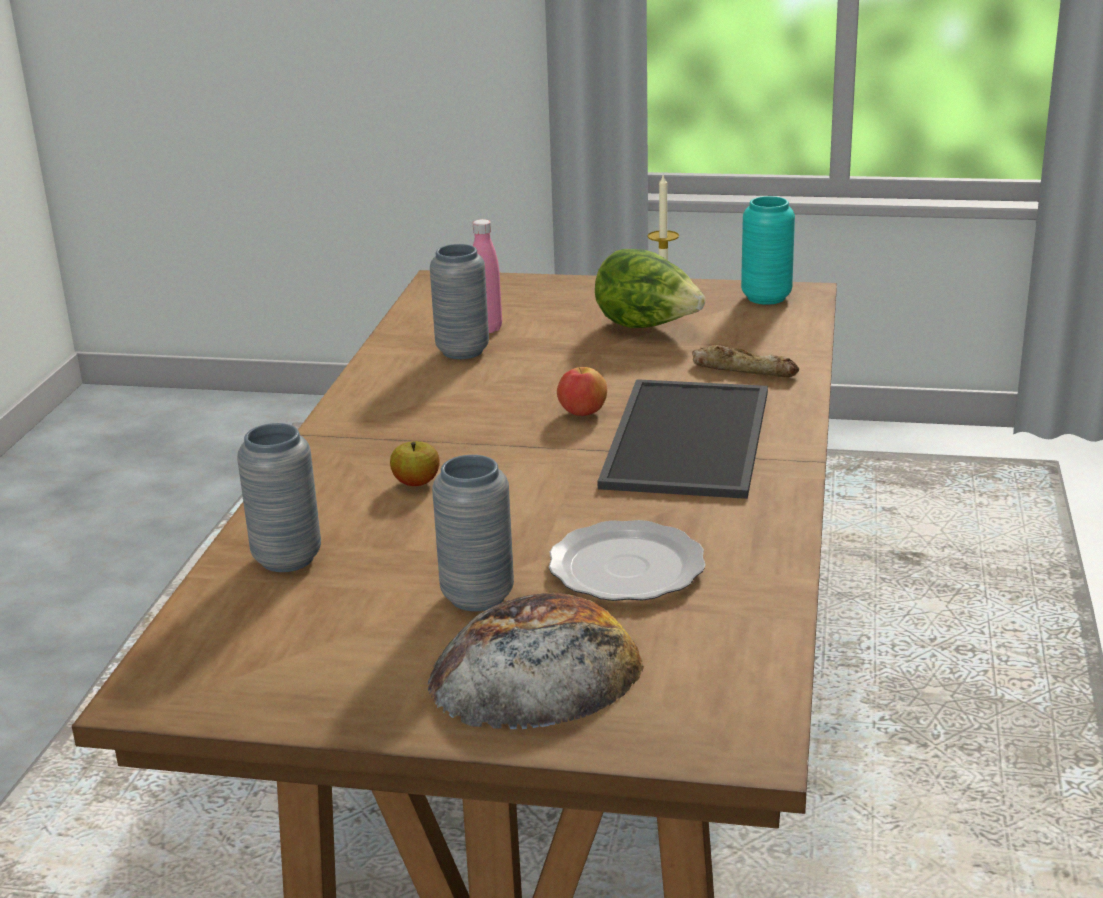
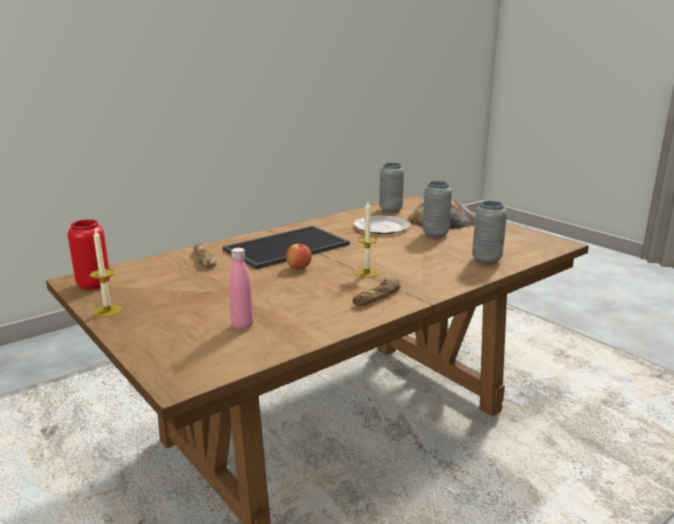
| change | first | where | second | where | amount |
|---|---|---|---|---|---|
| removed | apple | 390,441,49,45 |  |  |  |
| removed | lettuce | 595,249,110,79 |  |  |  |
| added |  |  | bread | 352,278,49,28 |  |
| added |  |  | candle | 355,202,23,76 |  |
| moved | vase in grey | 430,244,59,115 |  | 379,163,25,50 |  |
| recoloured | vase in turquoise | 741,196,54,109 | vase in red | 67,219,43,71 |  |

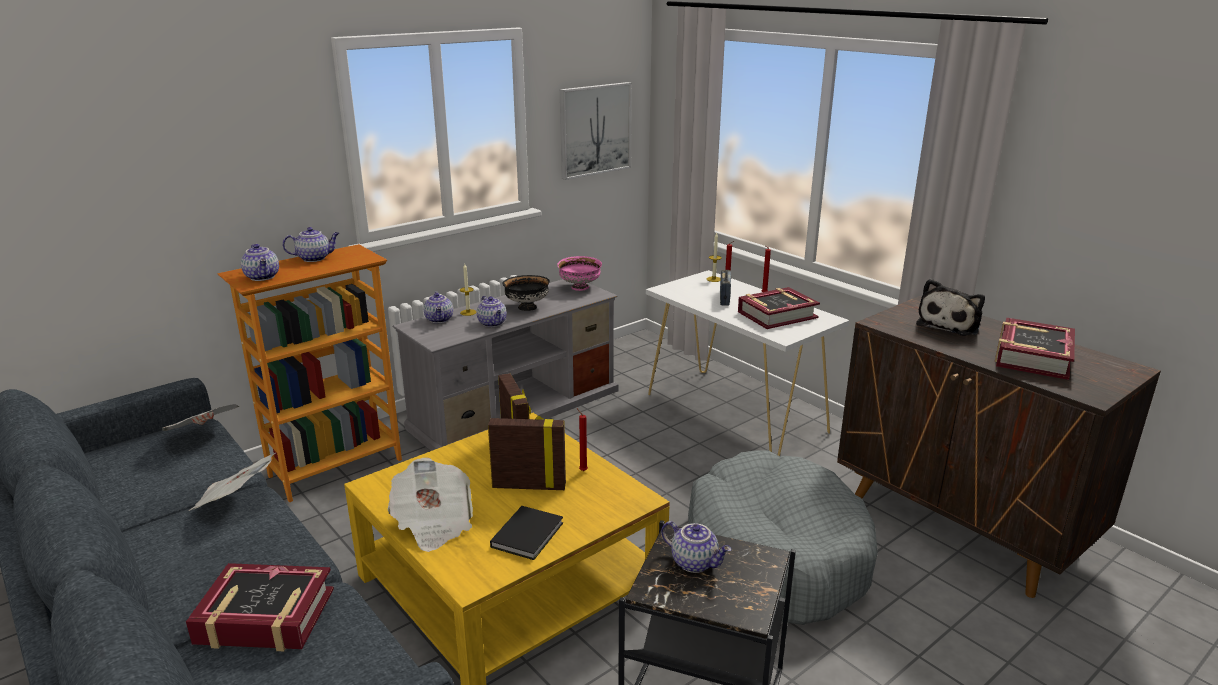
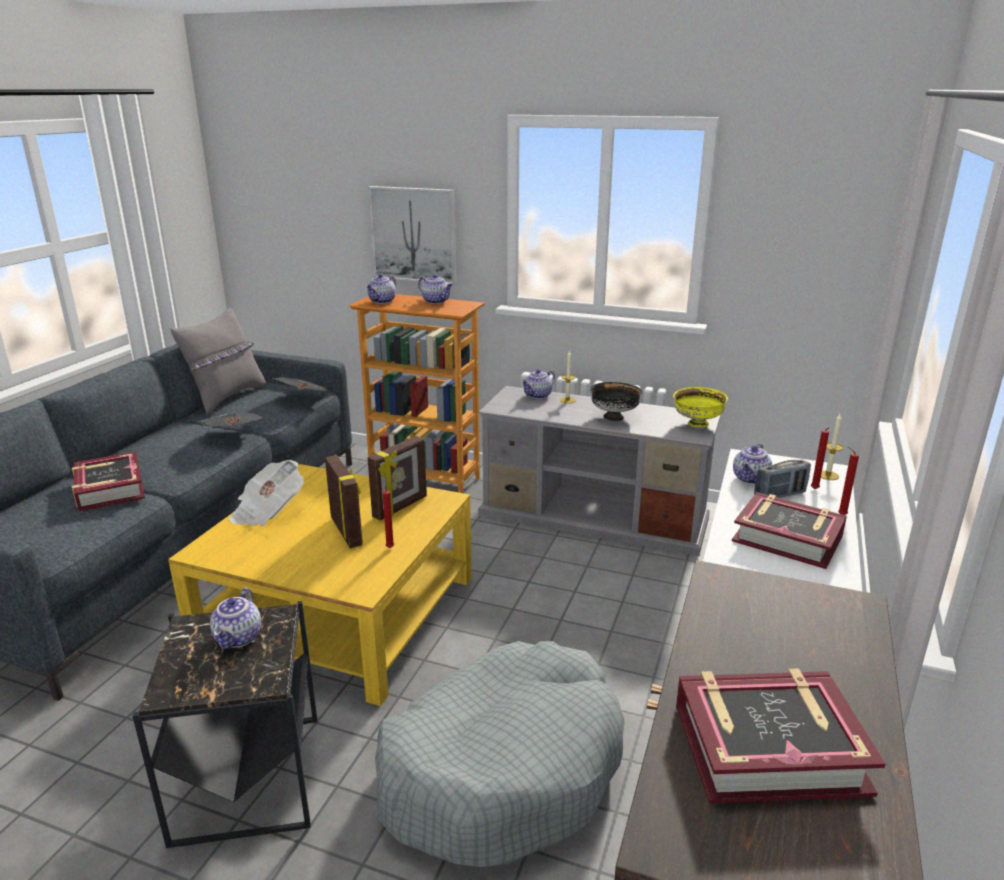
| change | first | where | second | where | amount |
|---|---|---|---|---|---|
| removed | book in black | 490,506,73,54 |  |  |  |
| removed | plush toy | 916,279,69,57 |  |  |  |
| added |  |  | pillow in grey | 170,308,96,106 |  |
| moved | teapot | 477,296,30,31 |  | 733,443,39,41 |  |
| moved | picture | 560,82,72,98 |  | 368,186,89,99 |  |
| recoloured | bowl in pink | 557,256,45,35 | bowl in yellow | 673,387,55,40 |  |

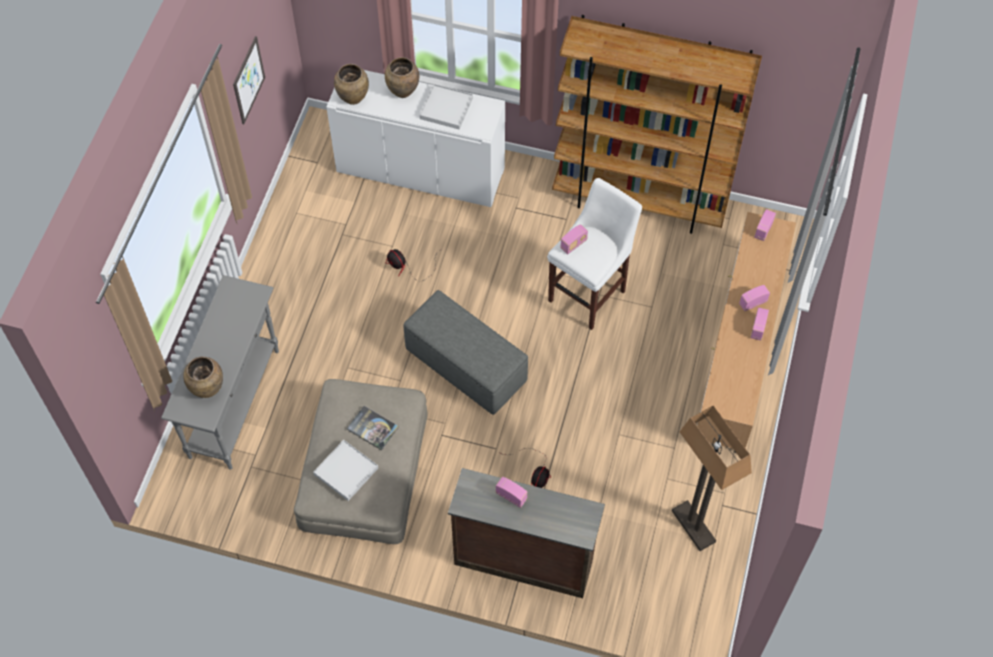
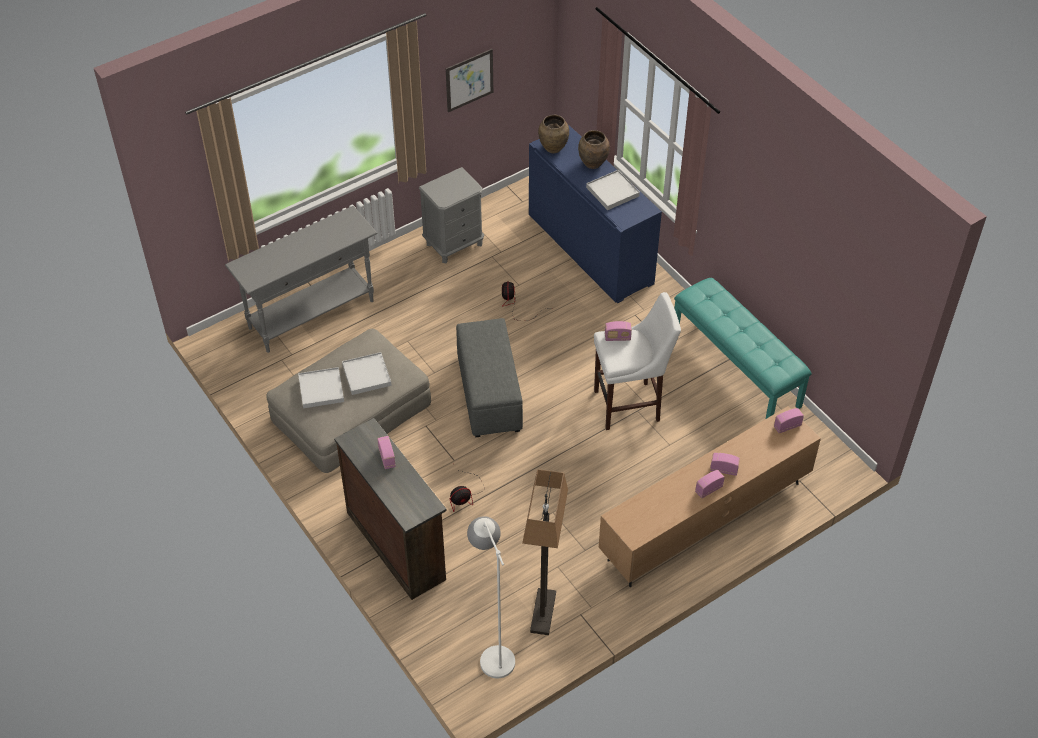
| change | first | where | second | where | amount |
|---|---|---|---|---|---|
| removed | vase in brown | 183,357,40,41 |  |  |  |
| added |  |  | nightstand in grey | 419,167,65,97 |  |
| added |  |  | floor lamp in white | 467,516,48,162 |  |
| replaced | book | 347,406,52,44 | tray in white | 342,352,50,43 |  |
| replaced | bookcase in brown | 552,15,210,219 | bench in turquoise | 674,278,138,141 |  |
| recoloured | cabinet in white | 326,70,179,137 | cabinet in blue | 529,125,133,178 |  |

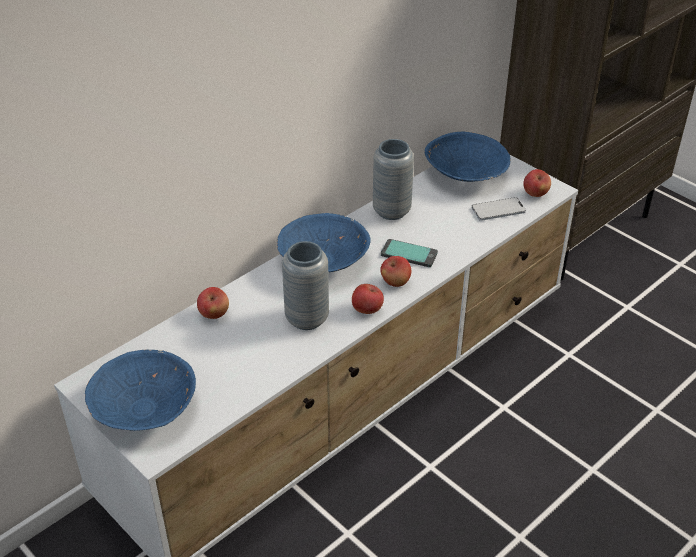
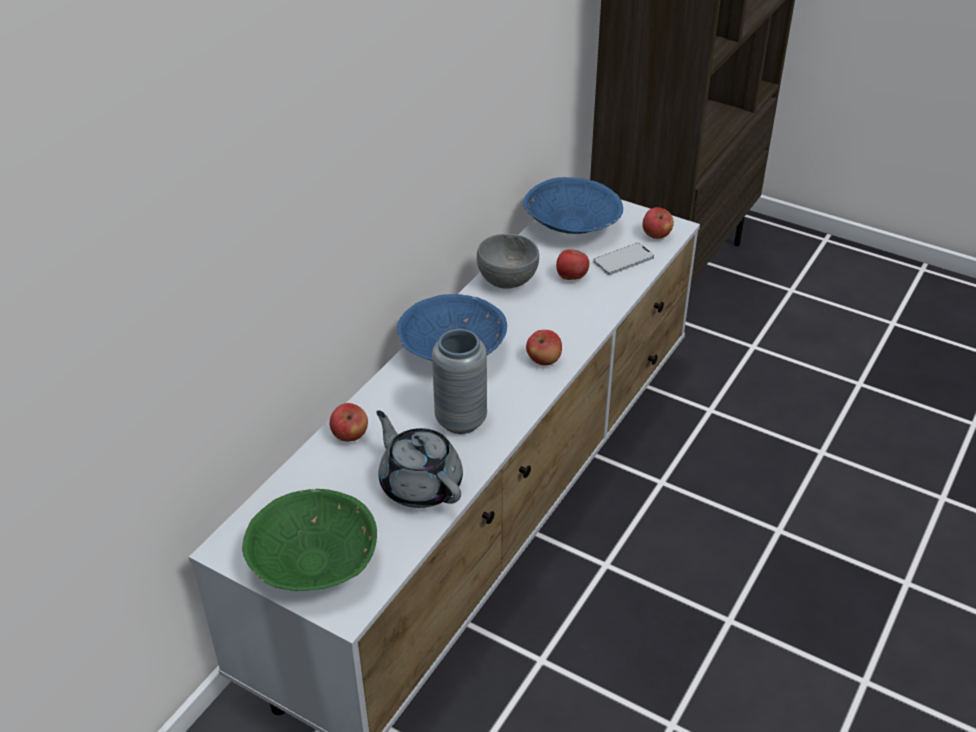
| change | first | where | second | where | amount |
|---|---|---|---|---|---|
| removed | phone | 381,239,57,28 |  |  |  |
| added |  |  | teapot in grey | 377,410,86,98 |  |
| moved | apple | 352,284,32,30 |  | 556,249,33,31 |  |
| replaced | vase in grey | 373,139,41,81 | bowl in grey | 477,234,62,55 |  |
| recoloured | bowl in blue | 85,350,111,81 | bowl in green | 242,489,135,102 |  |

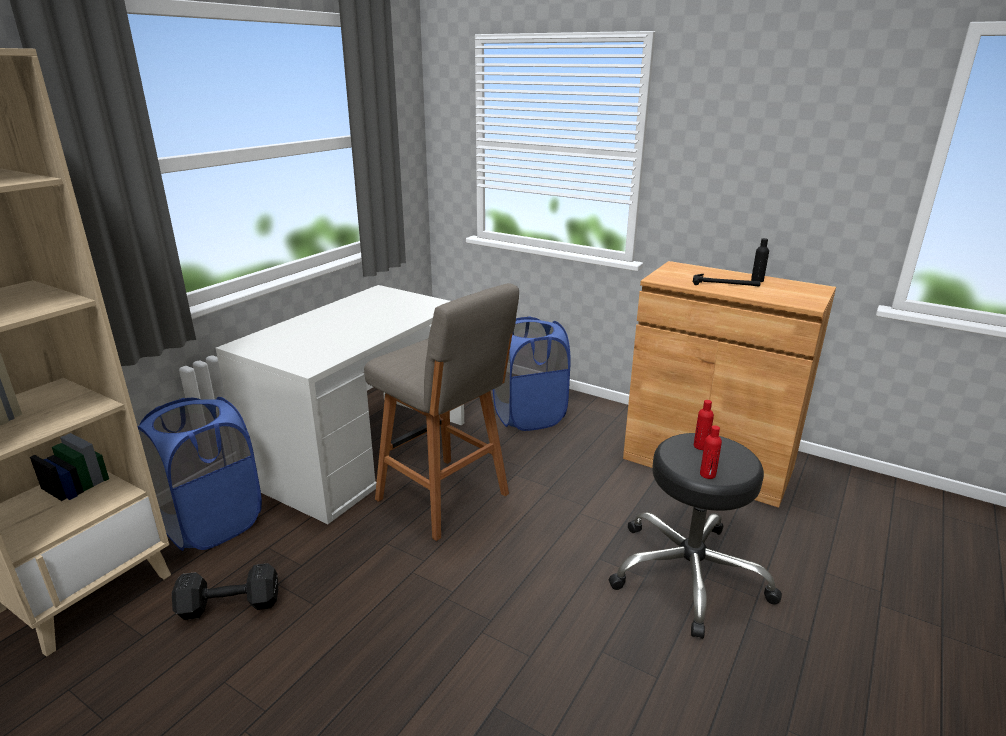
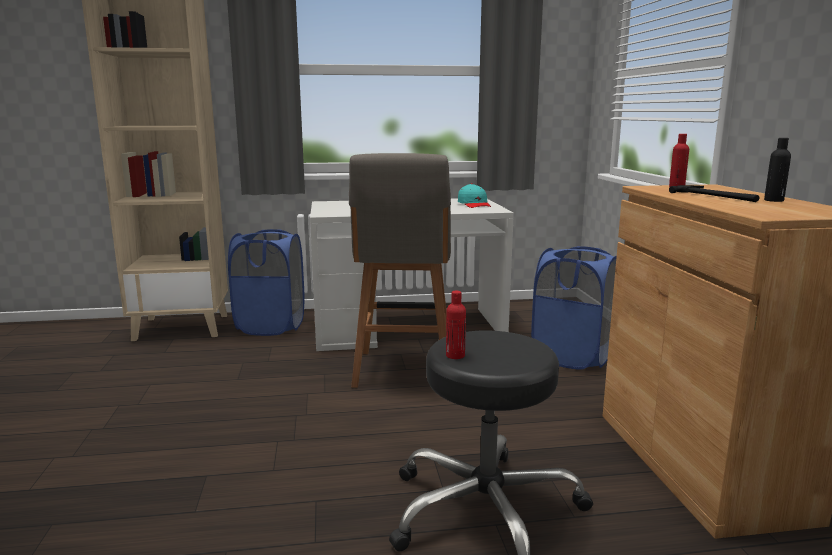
| change | first | where | second | where | amount |
|---|---|---|---|---|---|
| removed | dumbbell in black | 172,563,106,57 |  |  |  |
| added |  |  | cap in turquoise | 458,184,33,24 |  |
| moved | bottle in red | 694,400,20,50 |  | 669,134,20,53 |  |

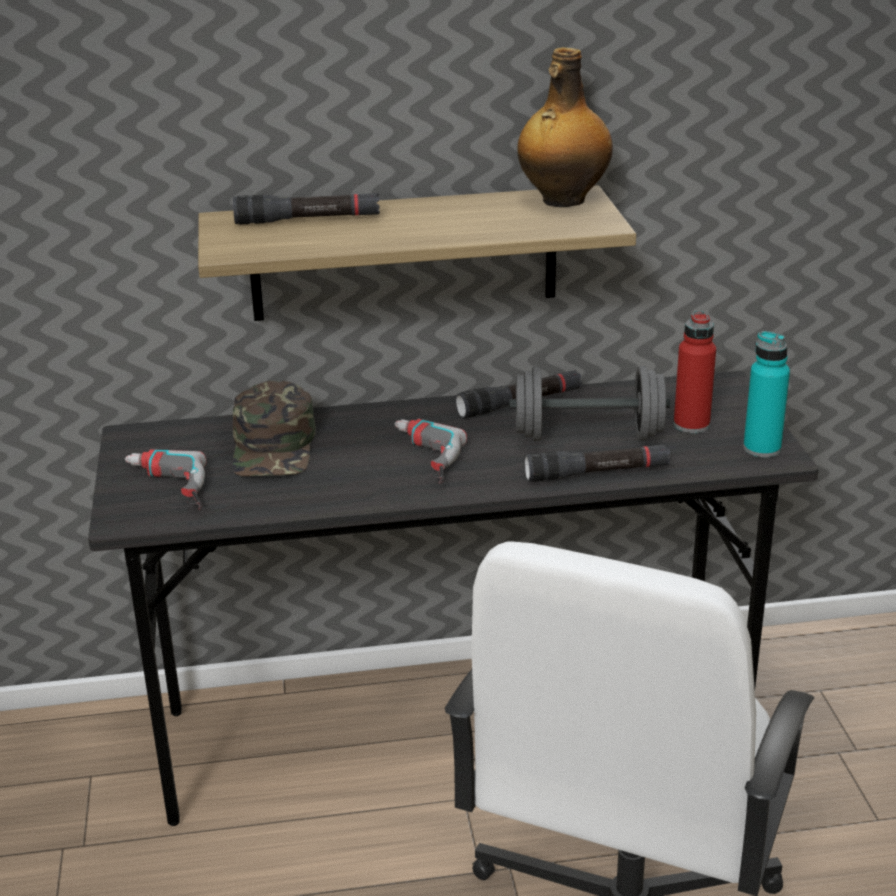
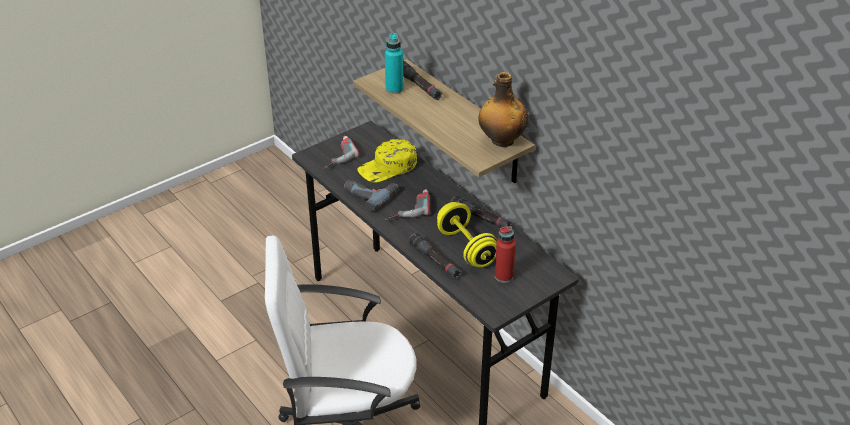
| change | first | where | second | where | amount |
|---|---|---|---|---|---|
| added |  |  | power drill | 344,180,54,31 |  |
| moved | bottle in turquoise | 743,331,47,126 |  | 385,33,18,61 |  |
| recoloured | cap in green | 232,381,84,95 | cap in yellow | 357,139,60,43 |  |
| recoloured | dumbbell in grey | 509,366,161,75 | dumbbell in yellow | 437,202,60,65 |  |

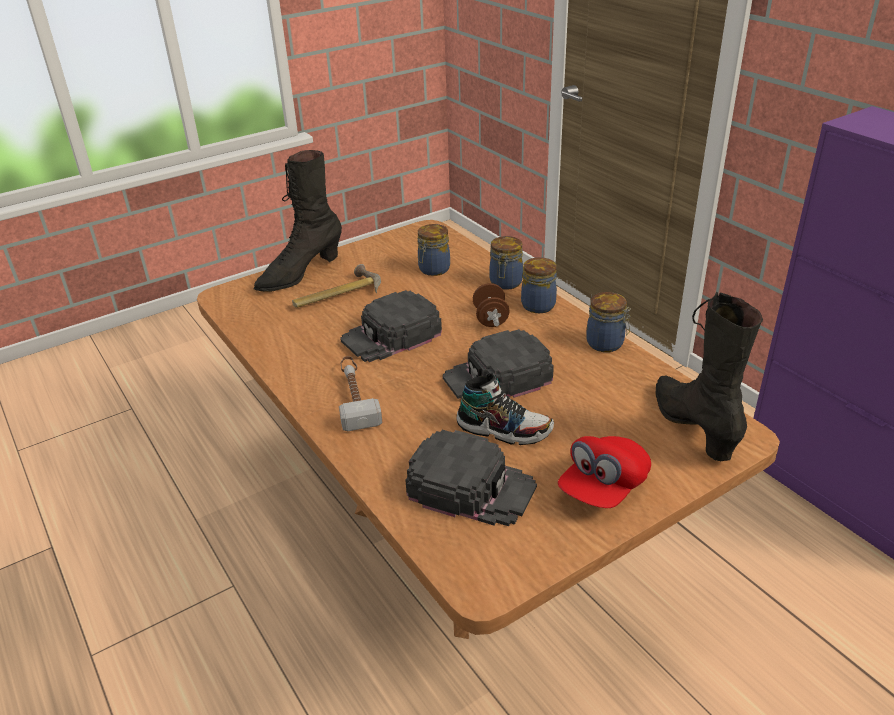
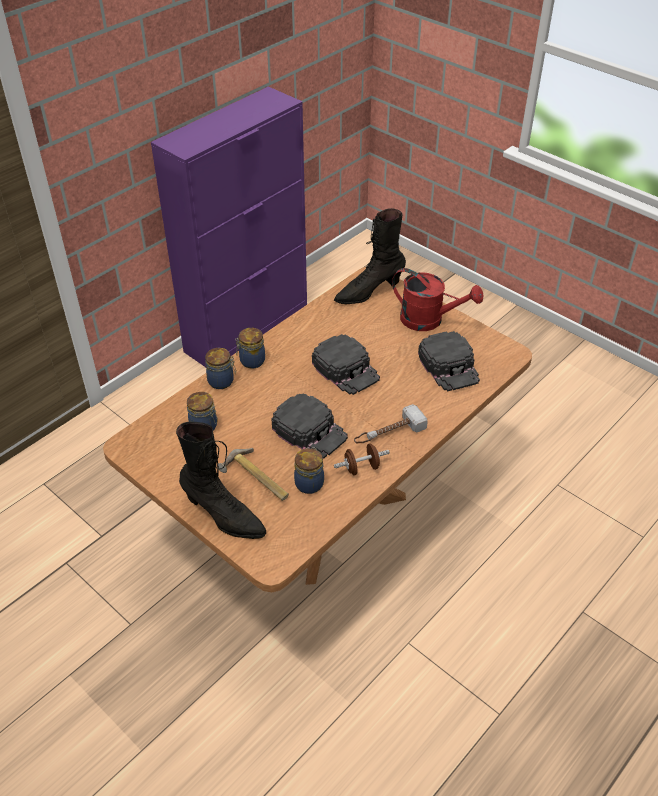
| change | first | where | second | where | amount |
|---|---|---|---|---|---|
| removed | shoe | 457,373,97,72 |  |  |  |
| moved | dumbbell in brown | 473,283,36,44 |  | 334,443,56,32 |  |
| moved | jar | 586,292,45,60 |  | 294,447,30,47 |  |
| replaced | cap in red | 558,436,93,72 | watering can in red | 392,268,92,63 |  |
| turned | cap in black | 405,430,132,96 |  | 418,331,62,61 | 150 degrees clockwise |

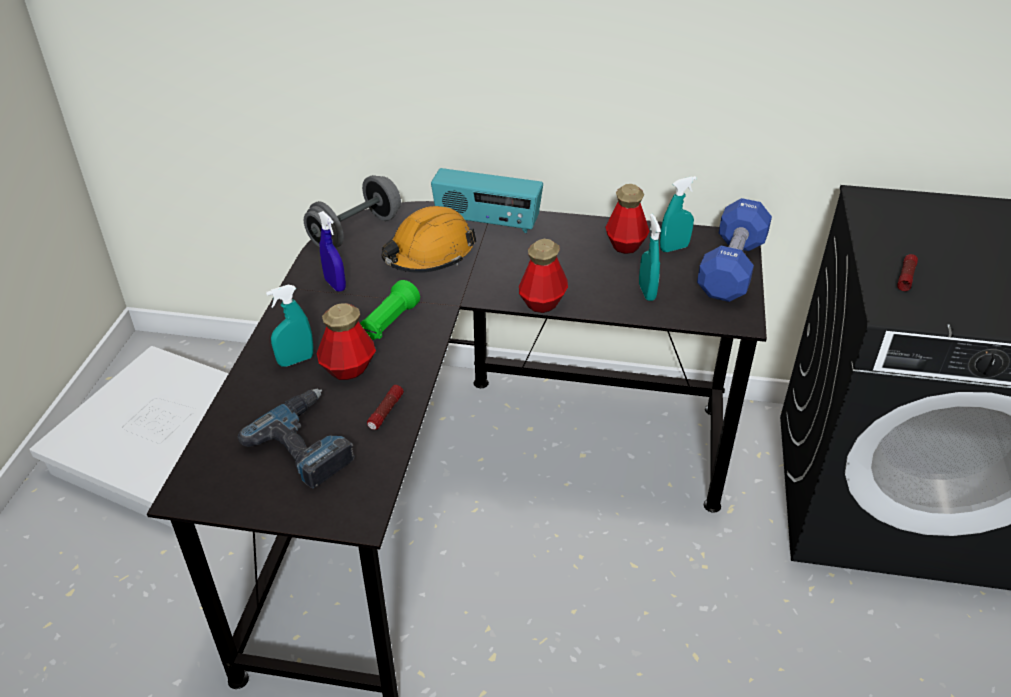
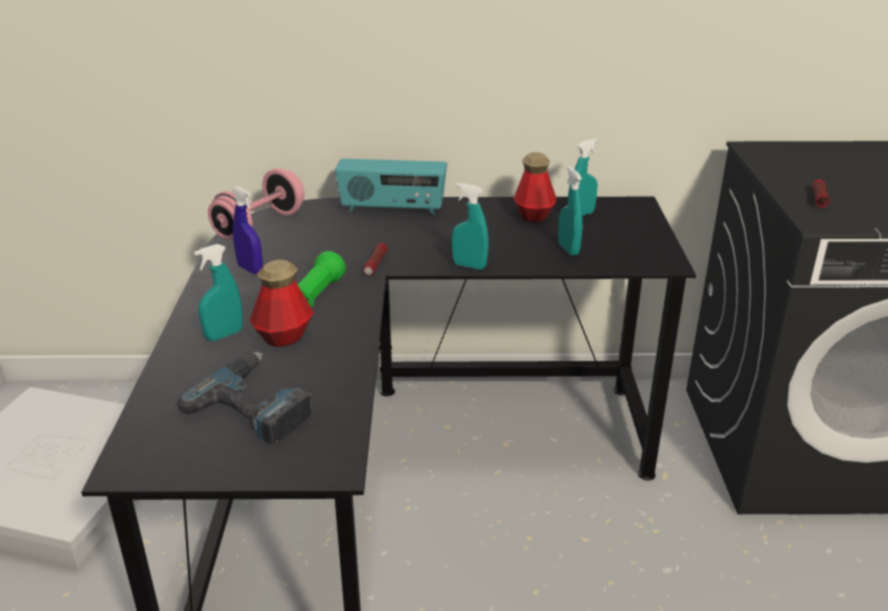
| change | first | where | second | where | amount |
|---|---|---|---|---|---|
| removed | hard hat in orange | 382,206,94,67 |  |  |  |
| removed | dumbbell in blue | 697,198,75,104 |  |  |  |
| moved | flashlight | 367,385,37,45 |  | 363,243,25,32 |  |
| replaced | bottle | 519,239,49,74 | spray bottle in turquoise | 451,183,38,87 |  |
| recoloured | dumbbell in grey | 304,175,97,73 | dumbbell in pink | 208,168,97,72 |  |

